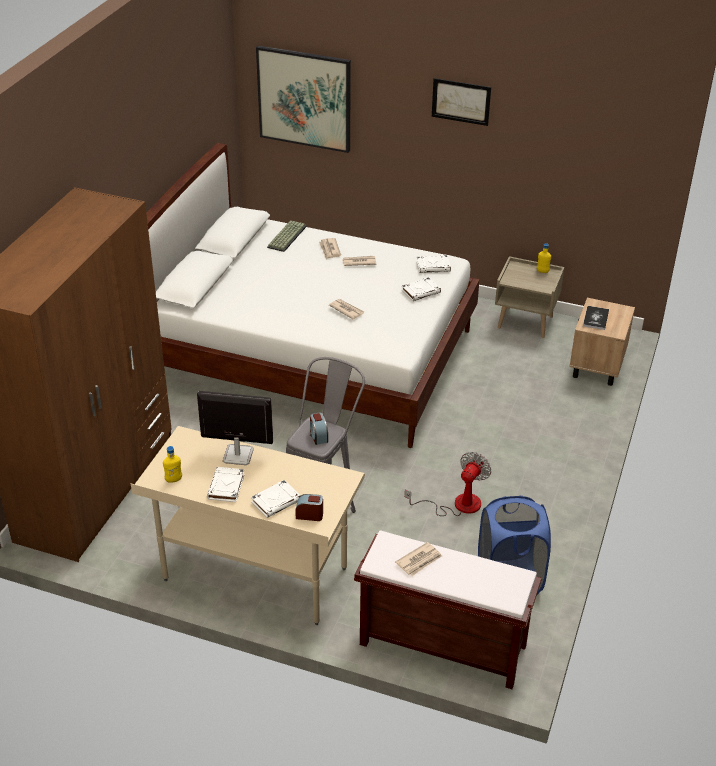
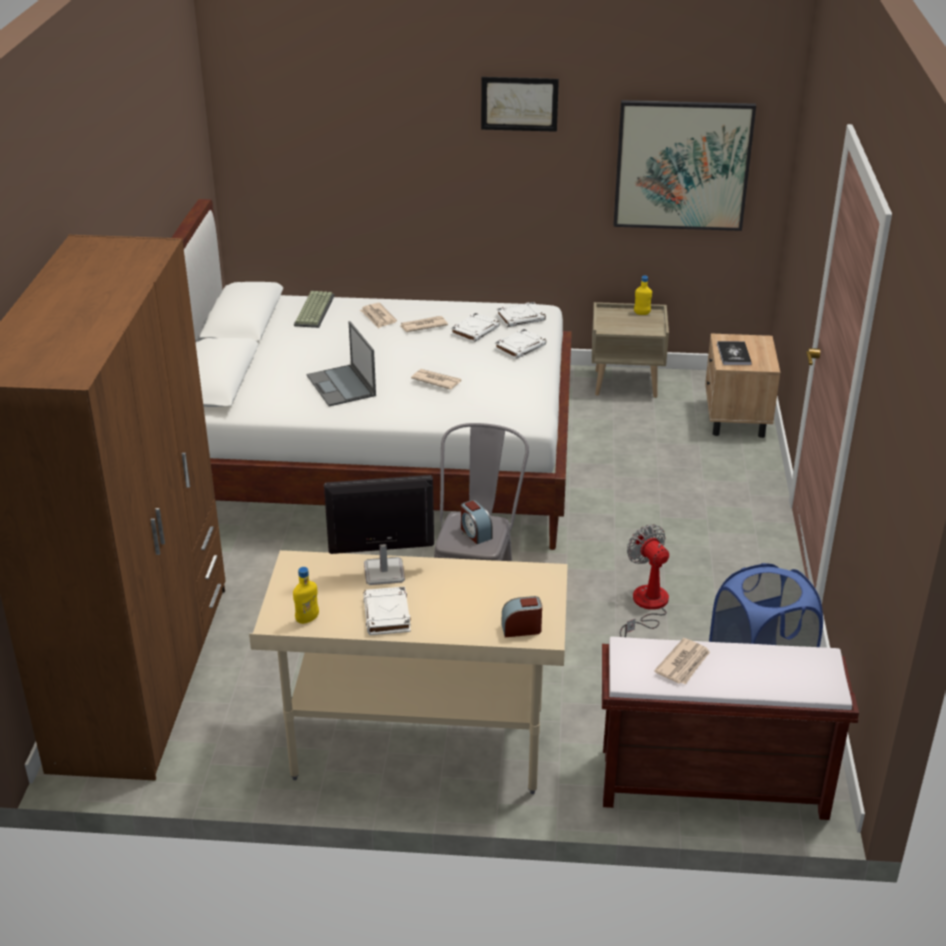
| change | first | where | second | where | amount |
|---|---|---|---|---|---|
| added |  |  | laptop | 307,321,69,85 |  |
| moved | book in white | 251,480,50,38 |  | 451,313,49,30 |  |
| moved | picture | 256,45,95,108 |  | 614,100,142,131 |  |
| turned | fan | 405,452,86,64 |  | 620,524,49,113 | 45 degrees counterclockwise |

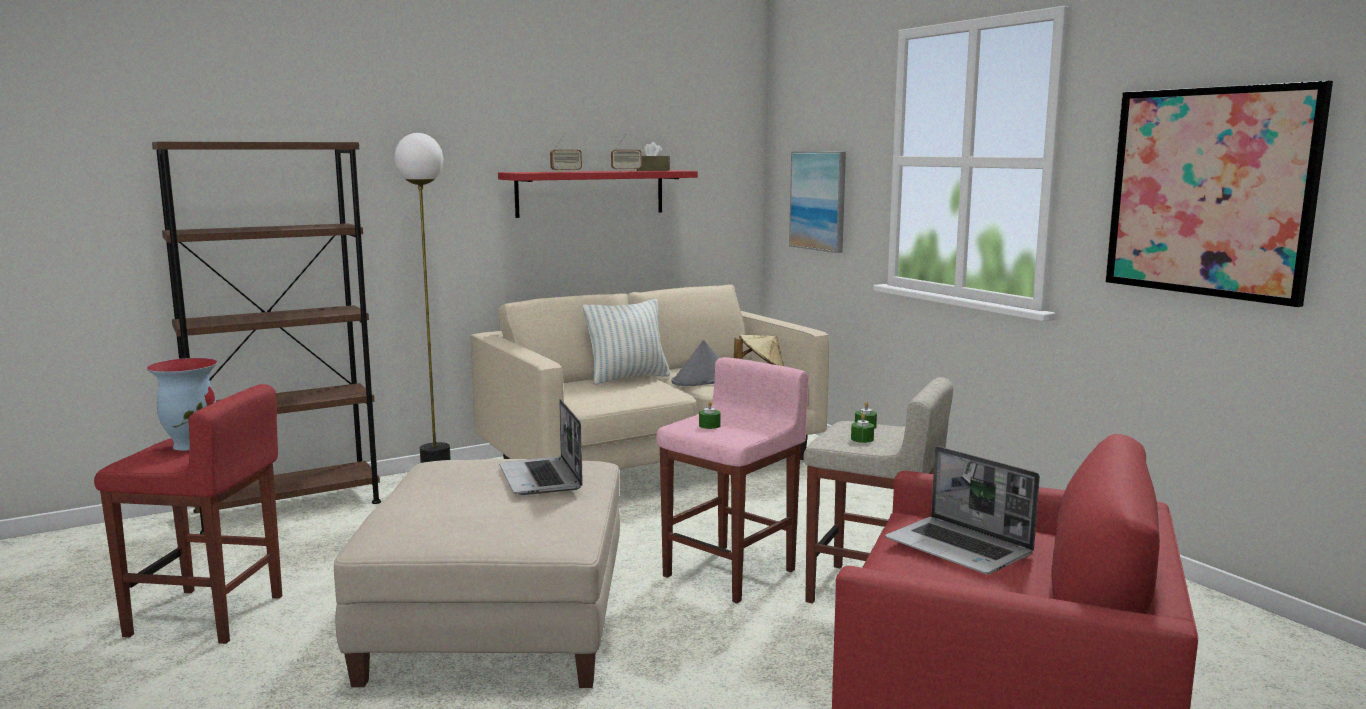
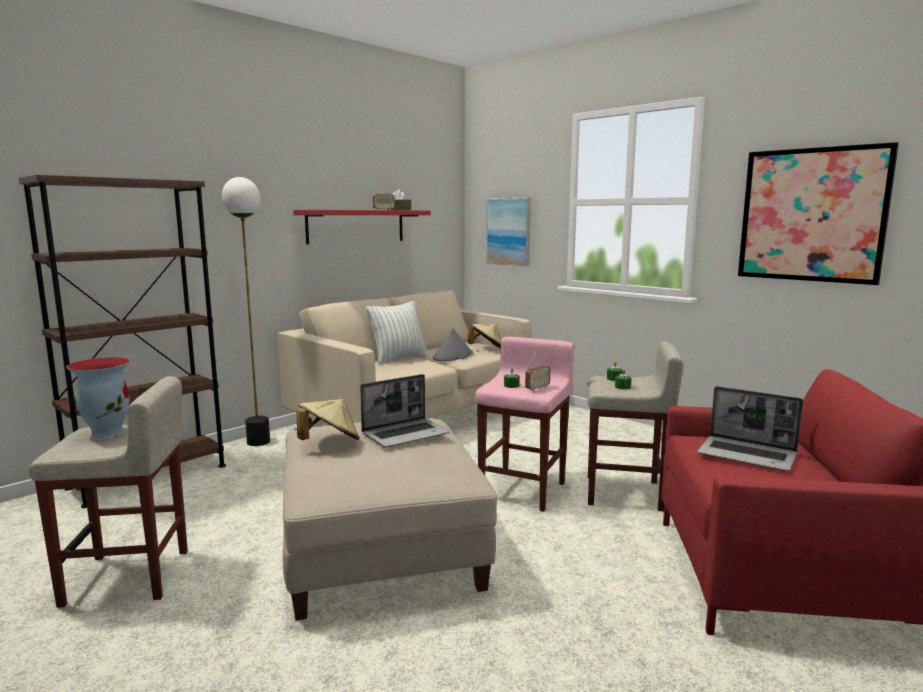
| change | first | where | second | where | amount |
|---|---|---|---|---|---|
| added |  |  | hat in beige | 297,399,63,41 |  |
| moved | radio | 550,133,32,39 |  | 525,351,25,40 |  |
| recoloured | stool in red | 94,384,188,260 | stool in beige | 29,376,159,232 |  |
| turned | laptop | 499,399,84,96 |  | 360,374,90,74 | 90 degrees counterclockwise |

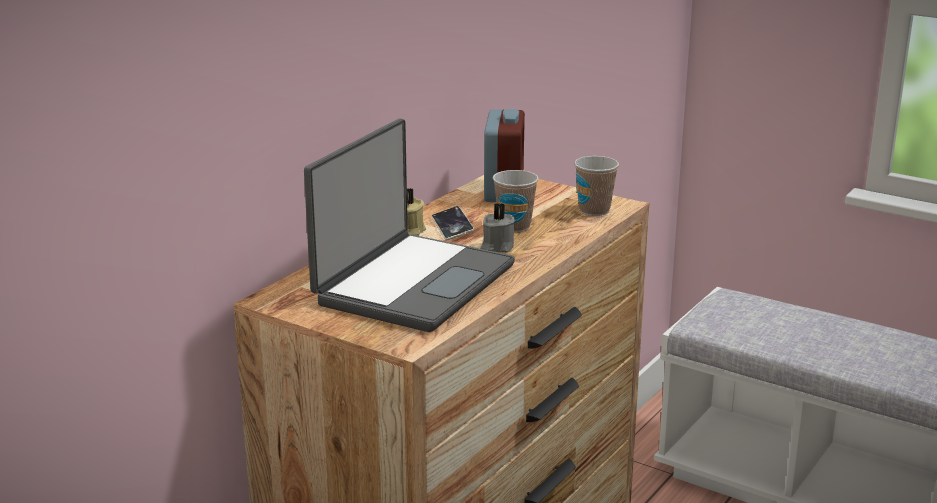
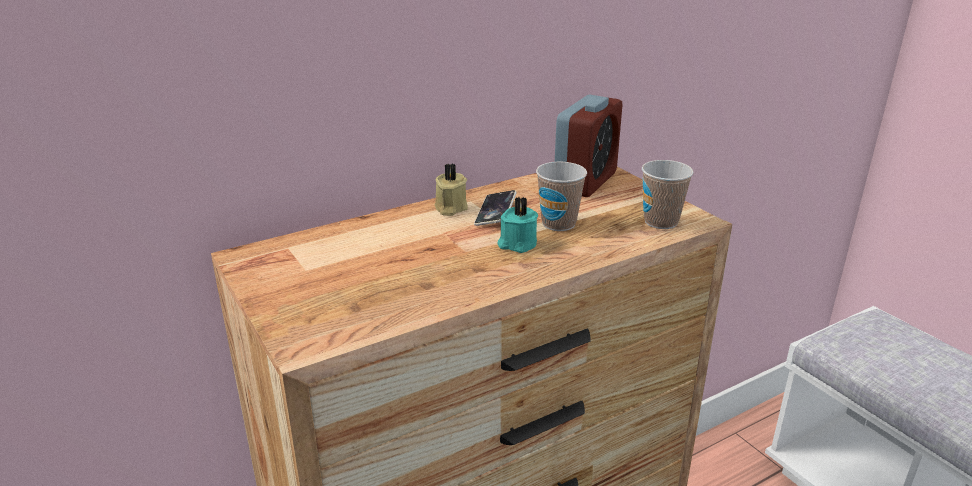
| change | first | where | second | where | amount |
|---|---|---|---|---|---|
| removed | laptop | 304,118,211,214 |  |  |  |
| recoloured | candle in grey | 480,203,35,49 | candle in turquoise | 497,197,41,56 |  |

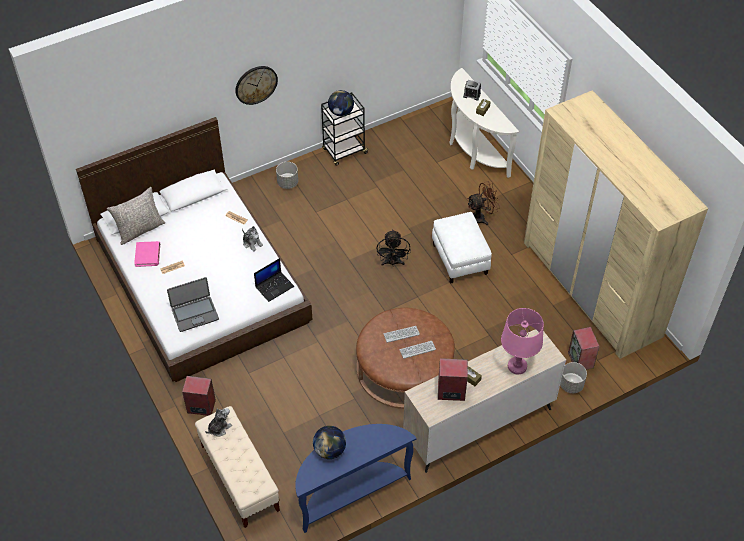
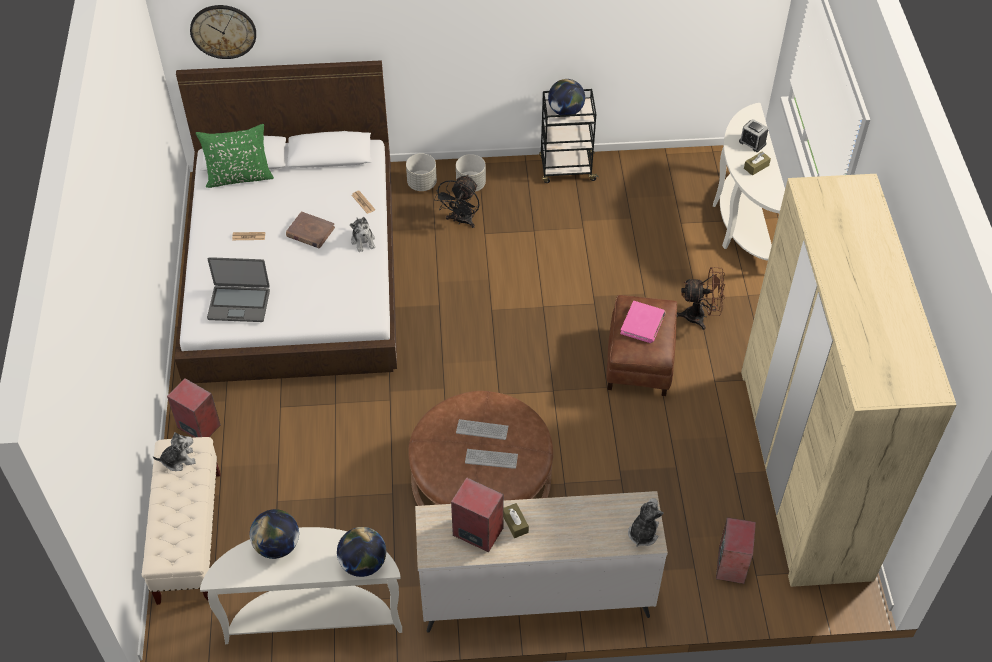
| change | first | where | second | where | amount |
|---|---|---|---|---|---|
| removed | laptop | 254,258,40,44 |  |  |  |
| removed | table lamp in pink | 501,308,43,67 |  |  |  |
| added |  |  | book in brown | 286,212,49,36 |  |
| added |  |  | globe | 337,527,49,50 |  |
| added |  |  | plush toy | 628,498,36,49 |  |
| moved | book in pink | 134,241,26,26 |  | 620,301,46,42 |  |
| moved | wall clock | 235,66,43,39 |  | 190,5,66,54 |  |
| moved | fan in black | 377,229,34,37 |  | 434,175,46,53 |  |
| moved | planter in grey | 560,362,27,31 |  | 406,153,31,38 |  |
| recoloured | pillow in grey | 107,187,58,58 | pillow in green | 196,124,78,64 |  |
| recoloured | console table in blue | 295,424,121,109 | console table in white | 200,527,202,117 |  |
| recoloured | ottoman in white | 432,212,60,72 | ottoman in brown | 606,295,71,101 |  |

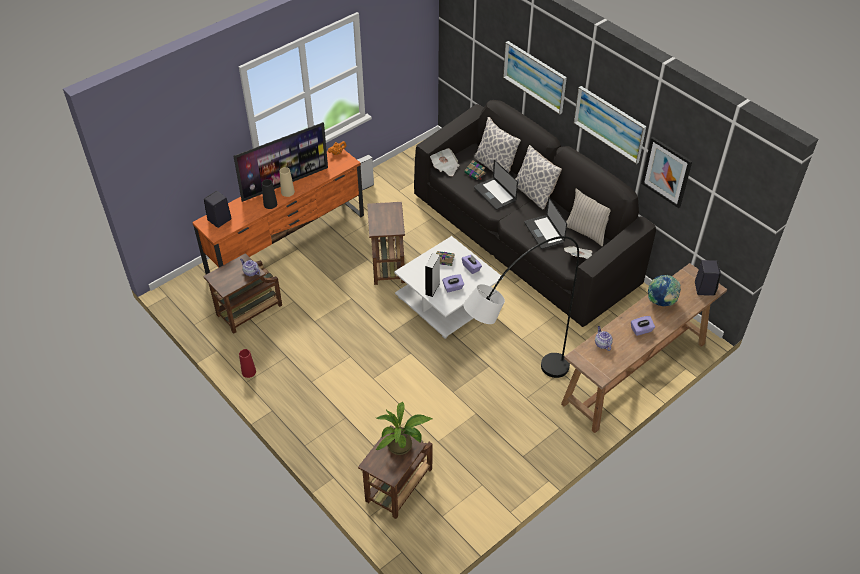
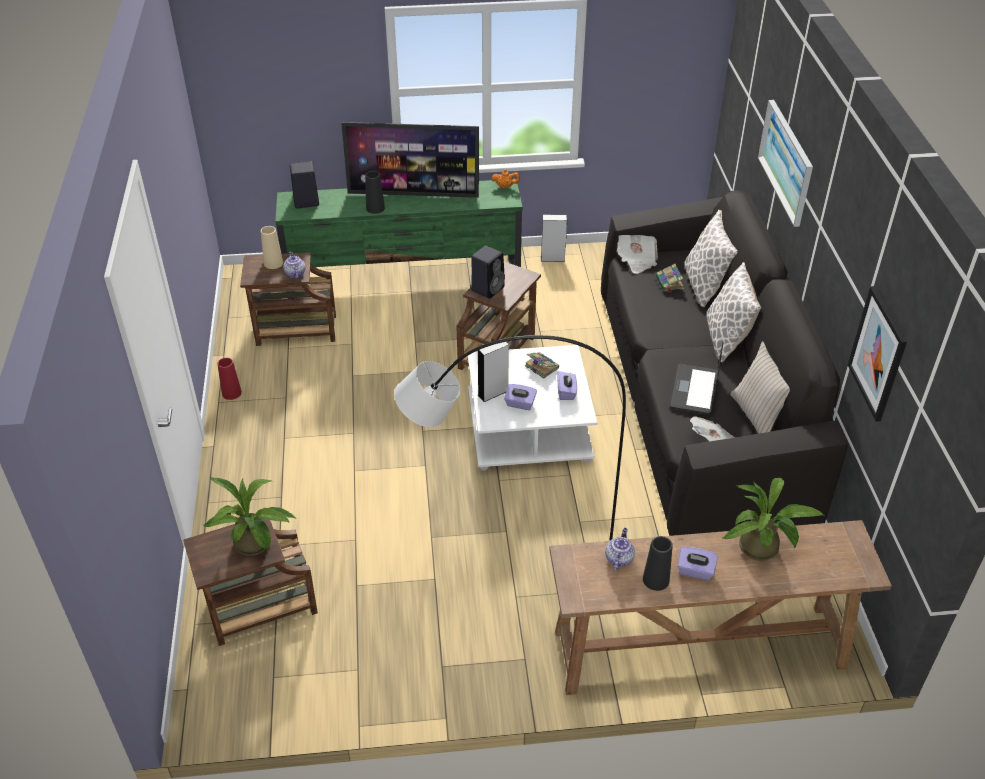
| change | first | where | second | where | amount |
|---|---|---|---|---|---|
| removed | laptop | 474,160,44,50 |  |  |  |
| removed | picture | 574,86,72,78 |  |  |  |
| added |  |  | vase in black | 643,536,30,55 |  |
| moved | vase in beige | 279,167,16,30 |  | 261,226,22,43 |  |
| moved | speaker in black | 695,260,26,36 |  | 471,245,34,54 |  |
| replaced | globe | 648,275,33,31 | potted plant | 723,478,100,83 |  |
| recoloured | tv stand in orange | 192,149,172,125 | tv stand in green | 275,180,248,119 |  |

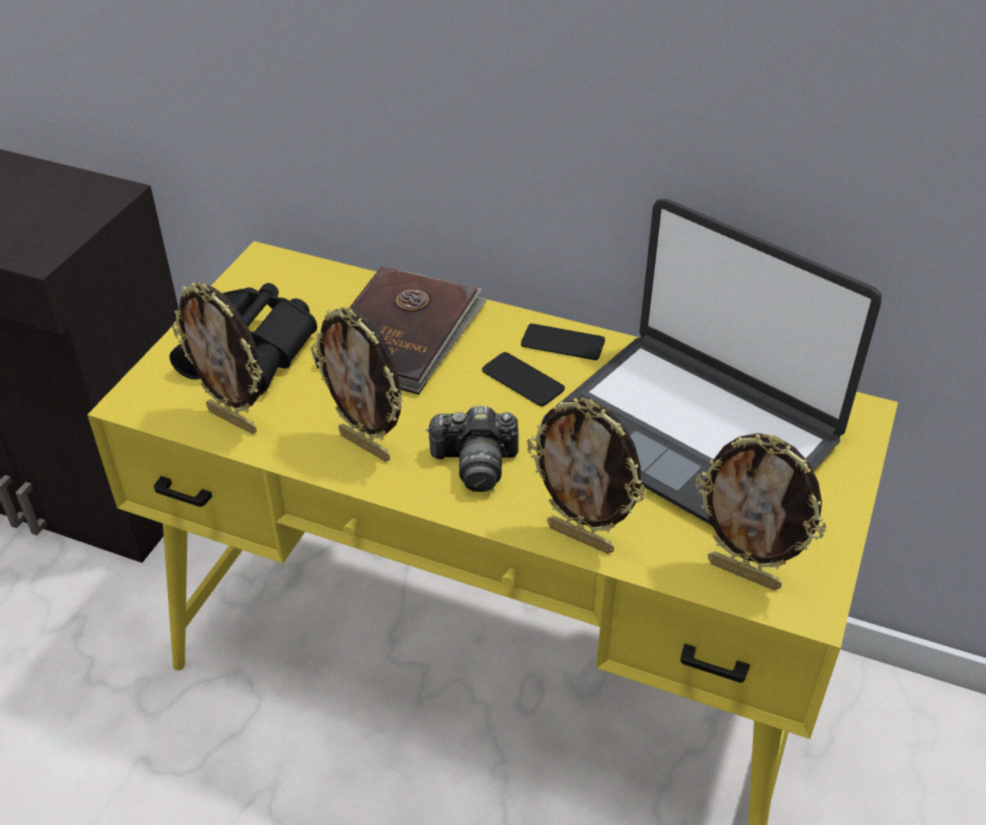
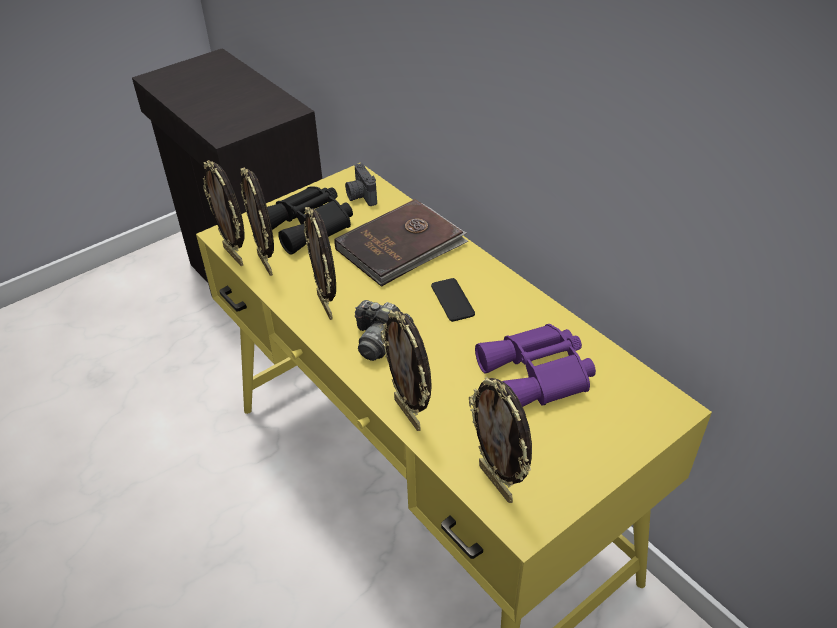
| change | first | where | second | where | amount |
|---|---|---|---|---|---|
| removed | phone | 521,324,84,36 |  |  |  |
| added |  |  | picture frame | 203,160,41,106 |  |
| added |  |  | photo camera | 345,163,32,43 |  |
| replaced | laptop | 541,199,341,326 | binoculars in purple | 475,324,121,83 |  |

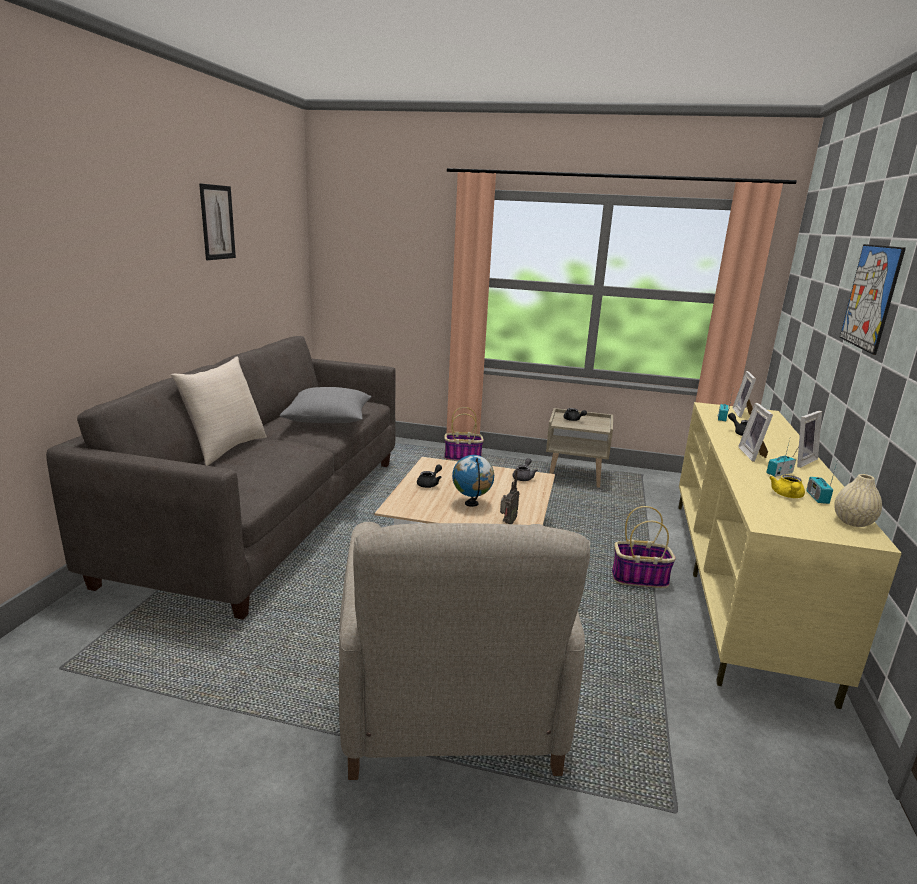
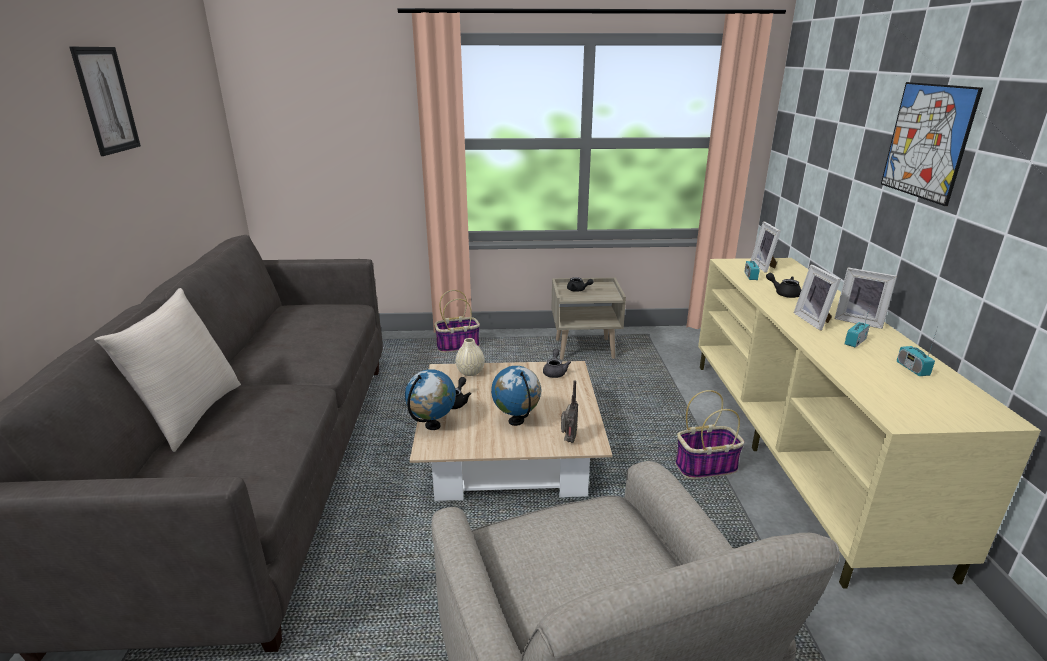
| change | first | where | second | where | amount |
|---|---|---|---|---|---|
| removed | pillow in grey | 280,387,91,36 |  |  |  |
| removed | teapot in yellow | 769,475,36,23 |  |  |  |
| added |  |  | globe | 405,369,51,61 |  |
| moved | vase in beige | 834,474,48,53 |  | 456,338,29,38 |  |
| turned | picture frame | 792,411,30,57 |  | 835,268,62,61 | 90 degrees clockwise |

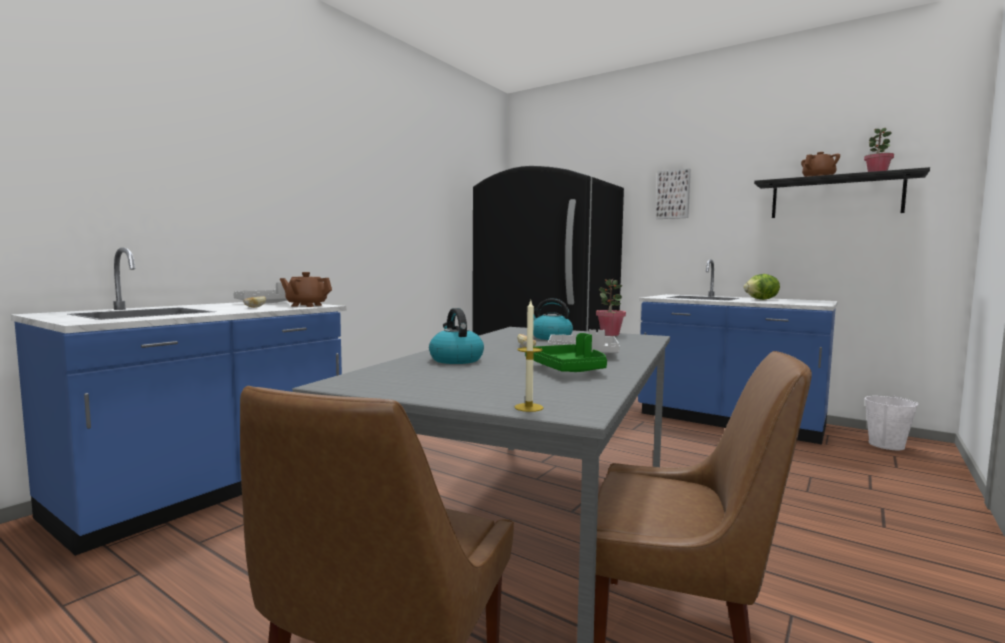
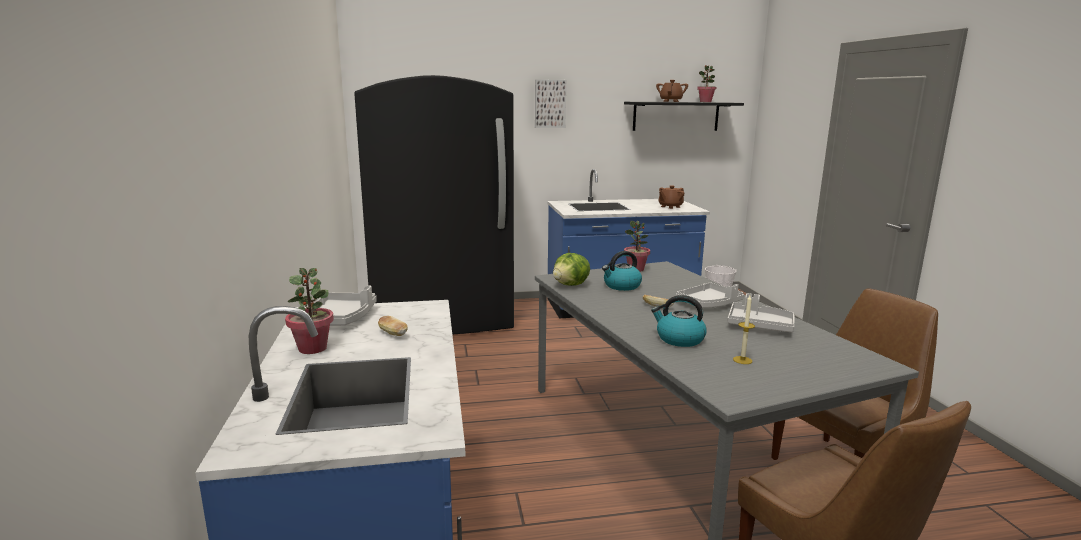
| change | first | where | second | where | amount |
|---|---|---|---|---|---|
| added |  |  | potted plant | 285,268,49,86 |  |
| moved | teapot in brown | 280,272,52,35 |  | 658,185,26,24 |  |
| moved | candle | 514,301,30,111 |  | 733,296,22,68 |  |
| moved | lettuce | 744,274,36,26 |  | 553,253,37,33 |  |
| recoloured | tray in green | 525,333,82,39 | tray in grey | 727,293,68,39 |  |

